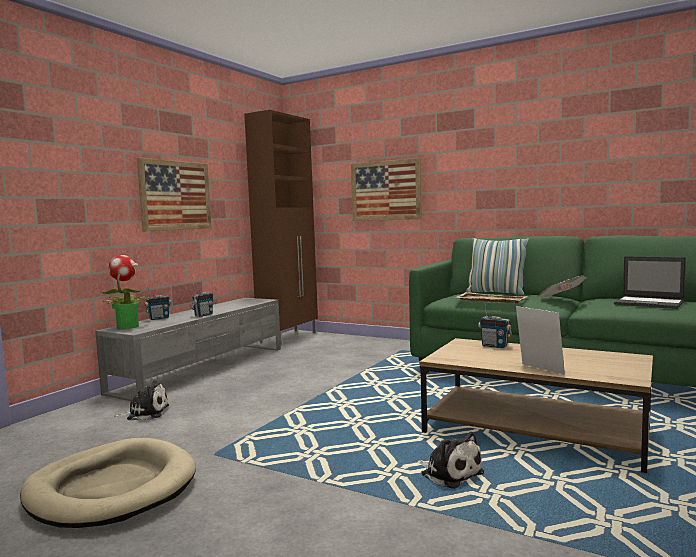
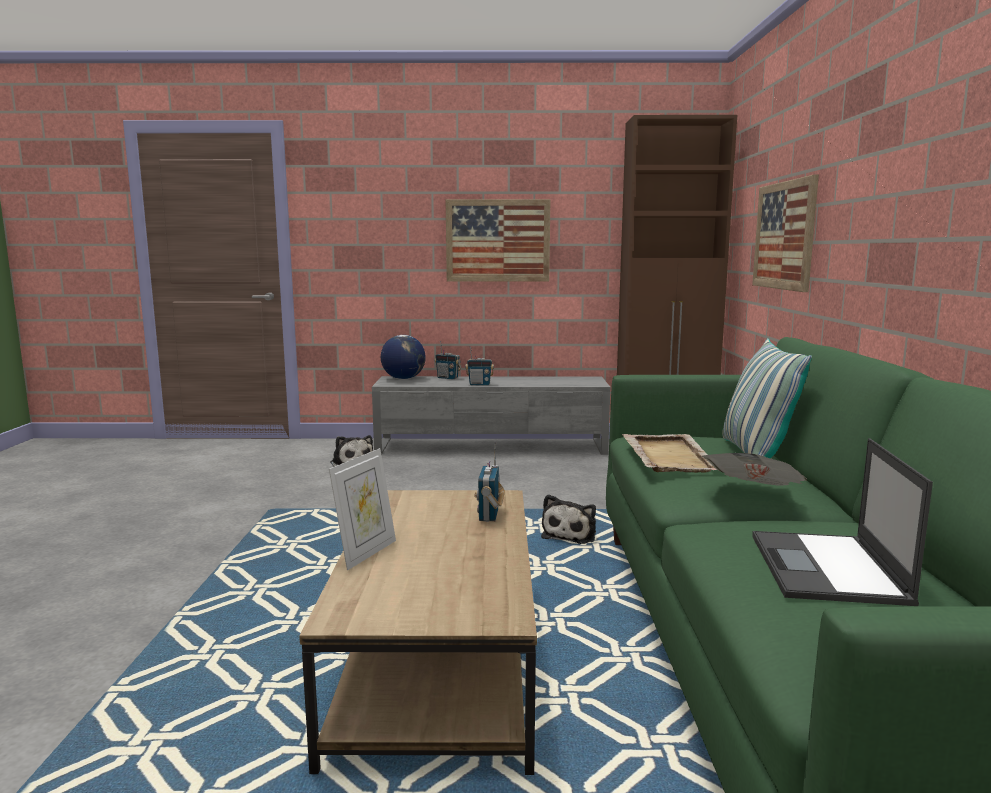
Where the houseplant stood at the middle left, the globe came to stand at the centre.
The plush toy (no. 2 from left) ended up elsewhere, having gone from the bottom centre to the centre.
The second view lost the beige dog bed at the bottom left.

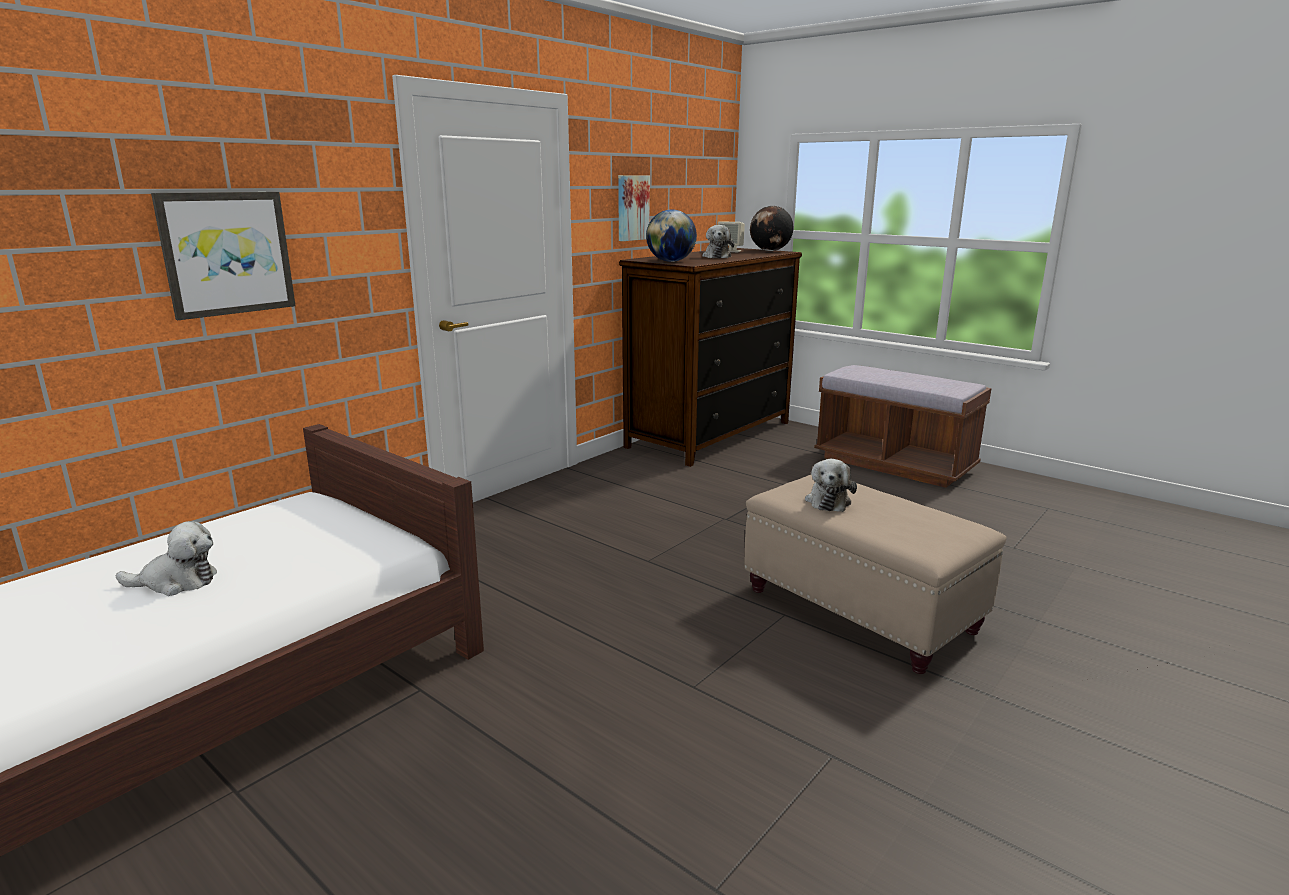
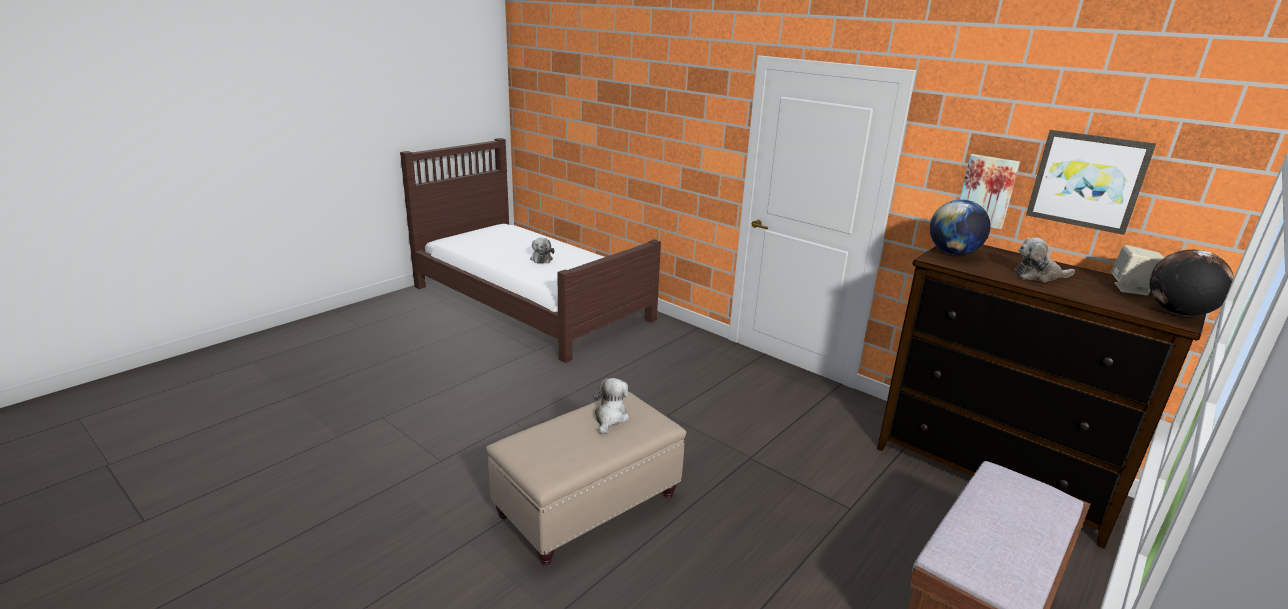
The wall art (no. 1 from left in the first image) ended up elsewhere, having gone from the top left to the top right.
The plush toy (no. 3 from left in the first image) at the centre ended up facing another way, 90 degrees clockwise from before.

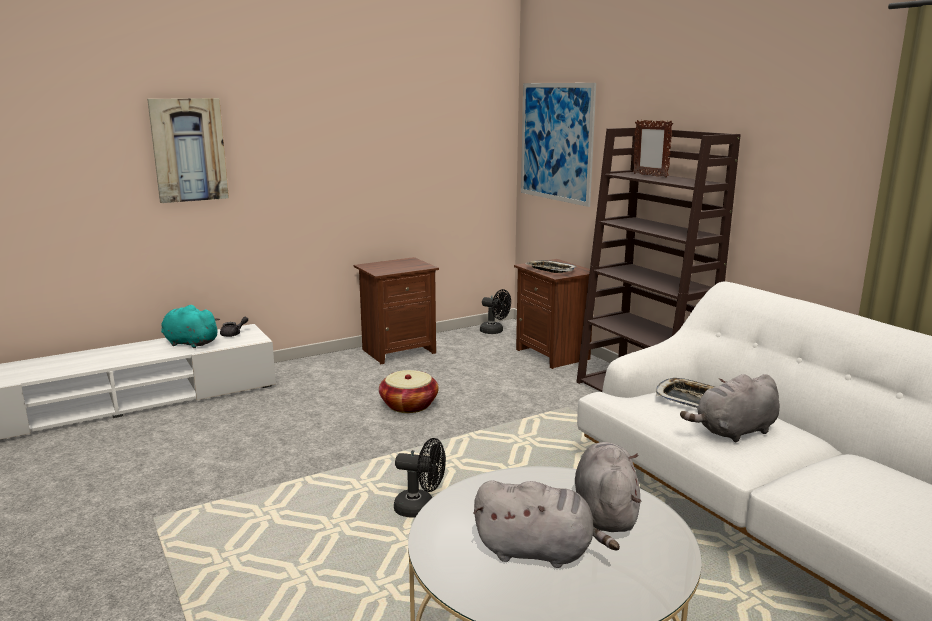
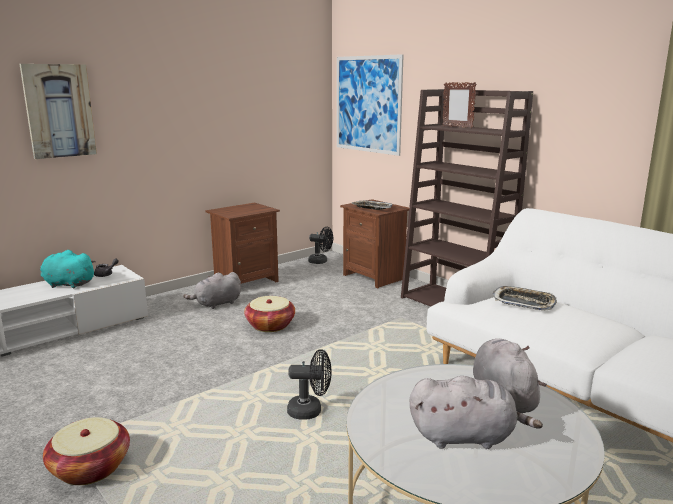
The grey plush toy (no. 3 from left in the first image) ended up elsewhere, having gone from the middle right to the middle left.
The second view gained the household basket (no. 1 from left) at the bottom left.

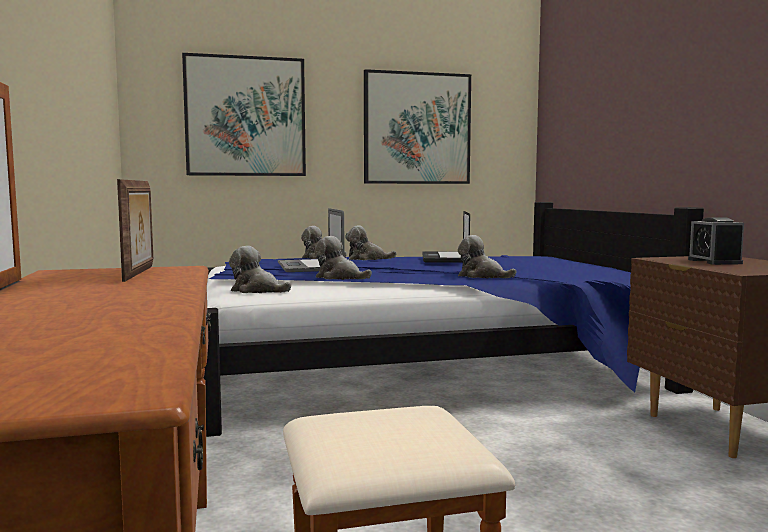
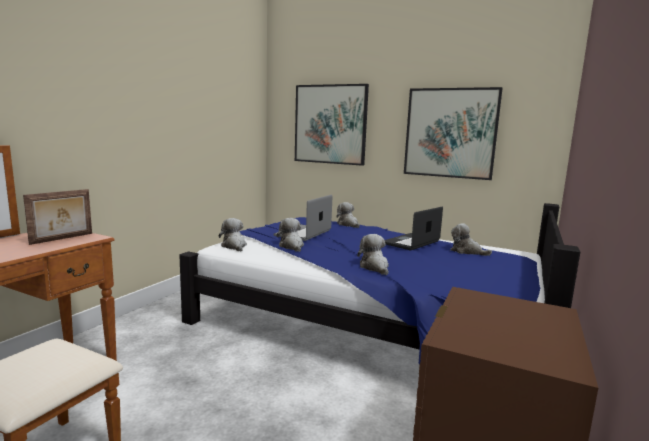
The second view lost the table clock at the middle right.
The plush toy (no. 4 from left in the first image) ended up elsewhere, having gone from the centre to the middle right.

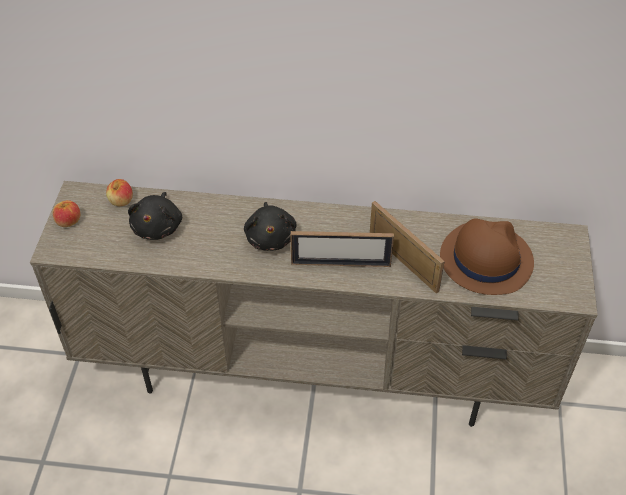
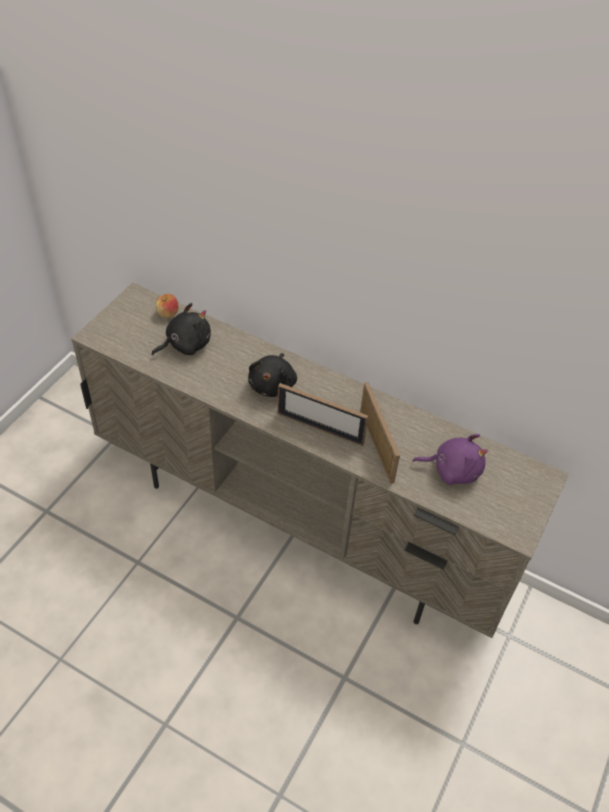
The black-coloured plush toy (no. 1 from left) at the middle left ended up facing another way, 150 degrees counterclockwise from before.
The second view lost the apple (no. 1 from left) at the middle left.
Where the brown clothing hat stood at the middle right, the purple plush toy came to stand at the middle right.

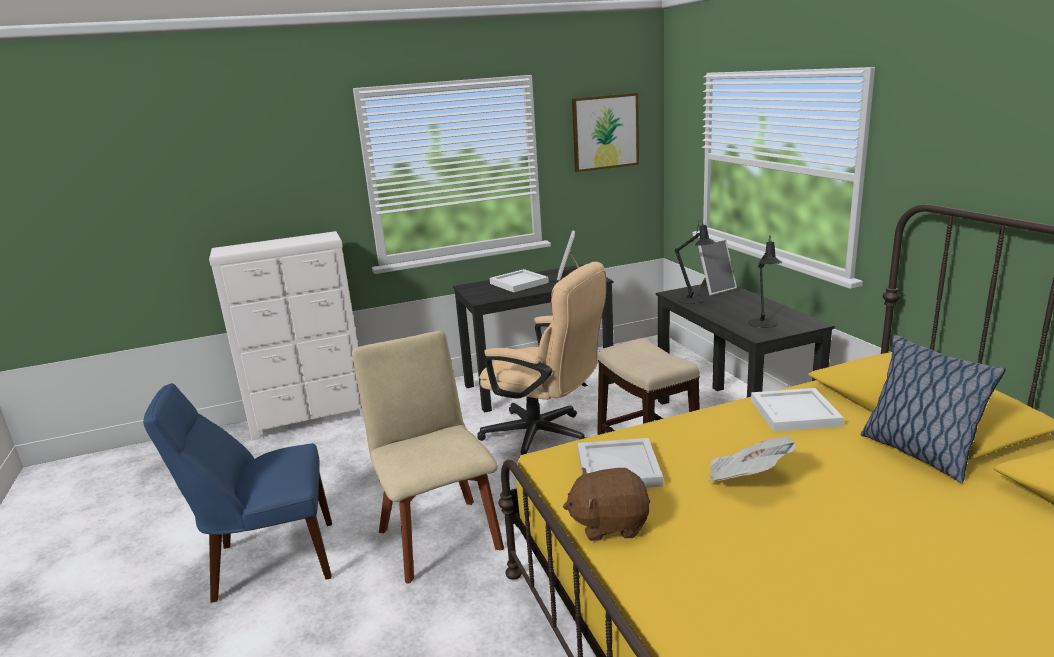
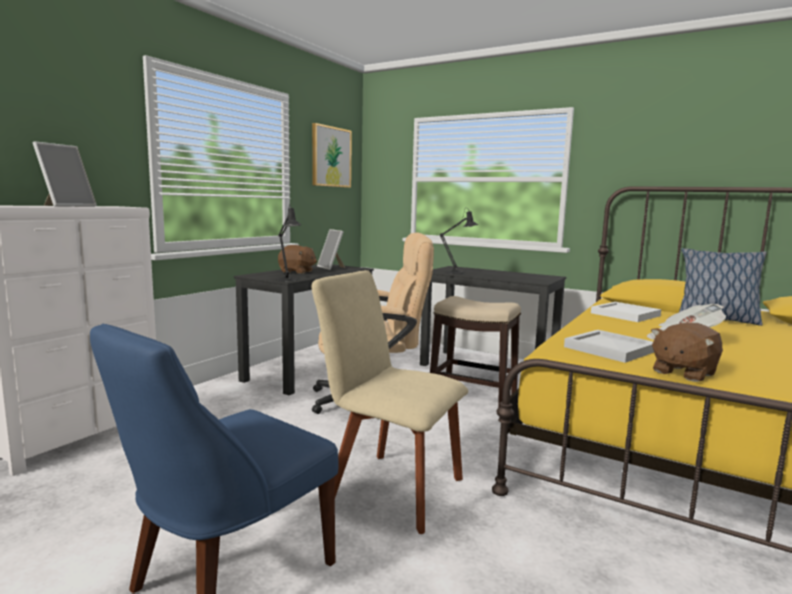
The black-coloured lamp for a table (no. 2 from left in the first image) ended up elsewhere, having gone from the middle right to the centre.
The picture frame (no. 2 from left in the first image) ended up elsewhere, having gone from the middle right to the top left.
Where the whitish carrying tray (no. 1 from left) stood at the centre, the brown plush toy (no. 1 from left) came to stand at the centre.

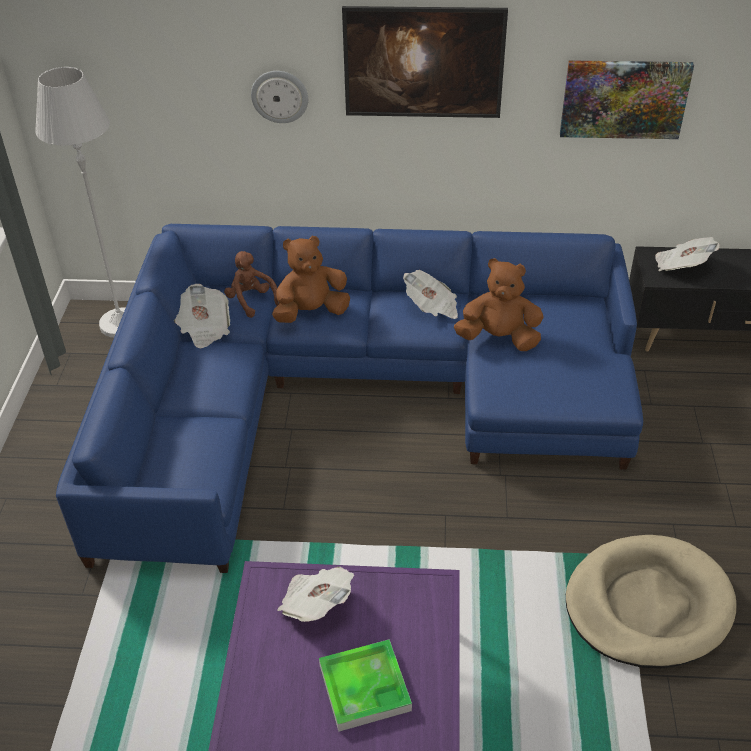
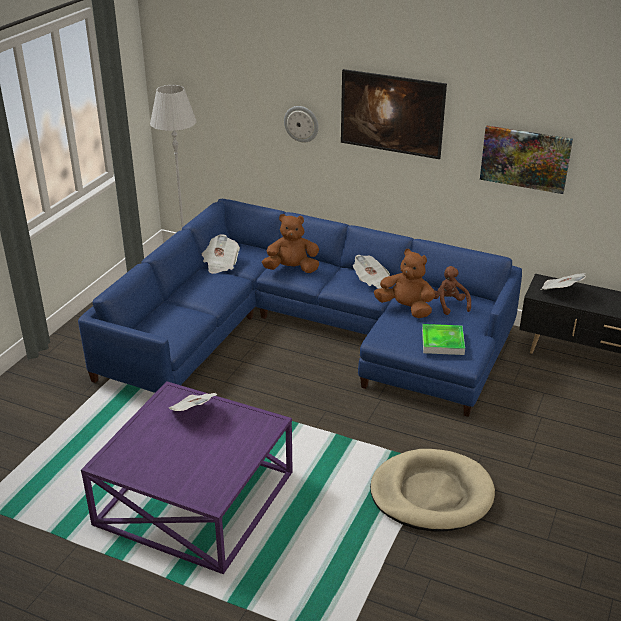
The brown plush toy (no. 1 from left in the first image) ended up elsewhere, having gone from the centre to the middle right.
The carrying tray ended up elsewhere, having gone from the bottom centre to the middle right.

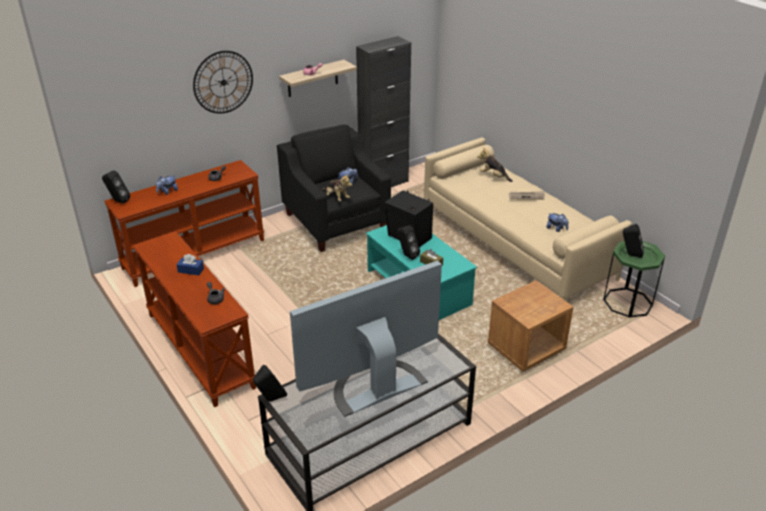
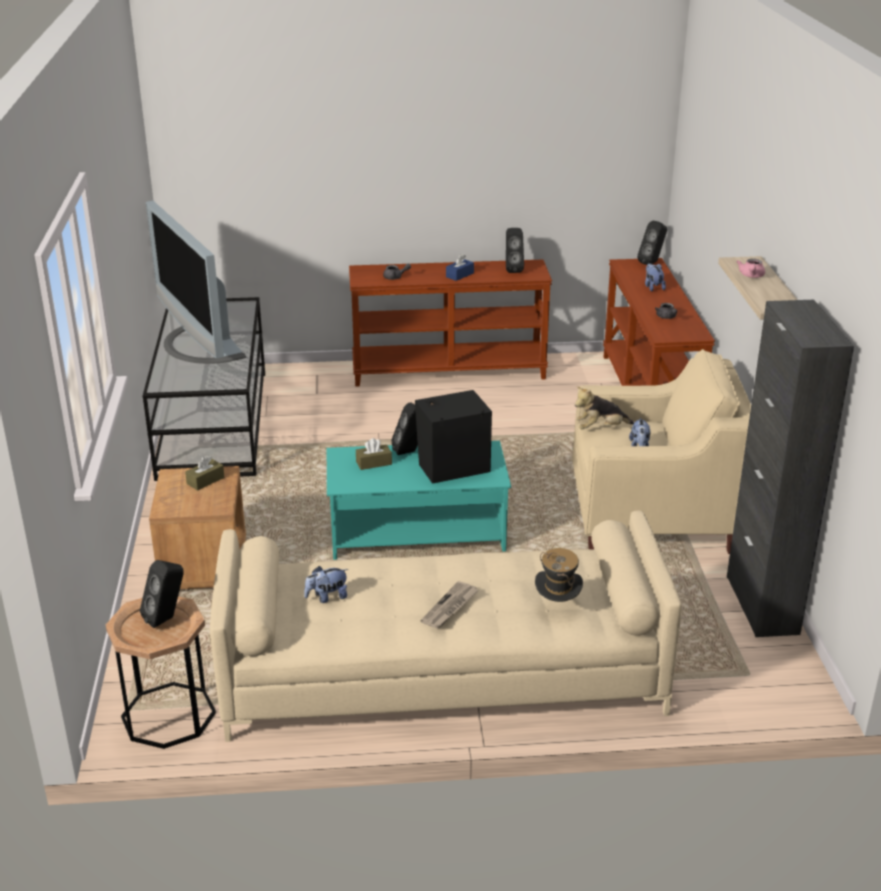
The second view lost the clock on the wall at the top left.
What was the black-coloured armchair at the centre turned into the beige armchair at the middle right.
Where the plush toy (no. 4 from left) stood at the top centre, the clothing hat came to stand at the centre.
What was the green end table at the middle right turned into the brown end table at the bottom left.
The television at the centre ended up facing another way, 150 degrees clockwise from before.
The black-coloured loudspeaker (no. 2 from left in the first image) ended up elsewhere, having gone from the bottom centre to the top centre.
The second view gained the brown tissue holder (no. 1 from left) at the middle left.

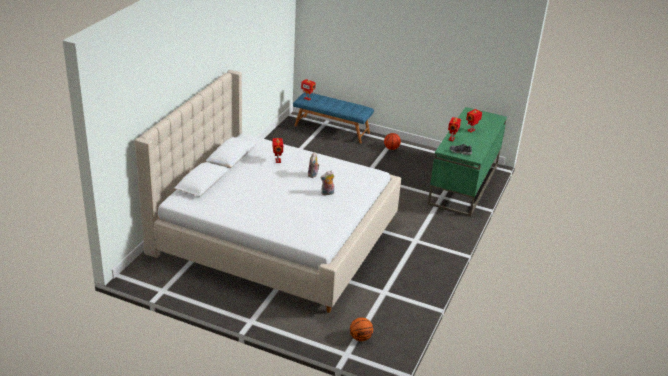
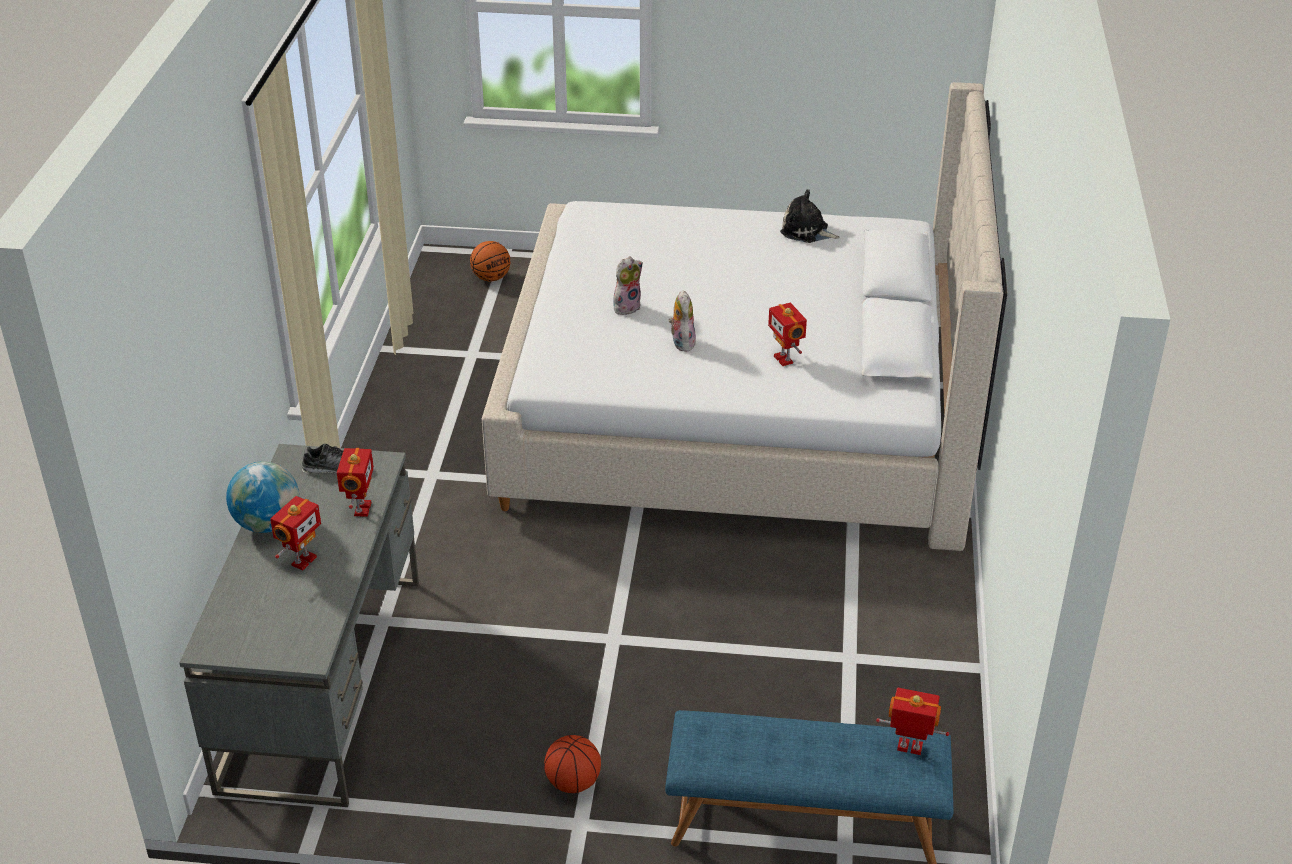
What was the green desk table at the middle right turned into the grey desk table at the bottom left.
The second view gained the plush toy (no. 3 from left) at the top centre.
The second view gained the globe at the middle left.

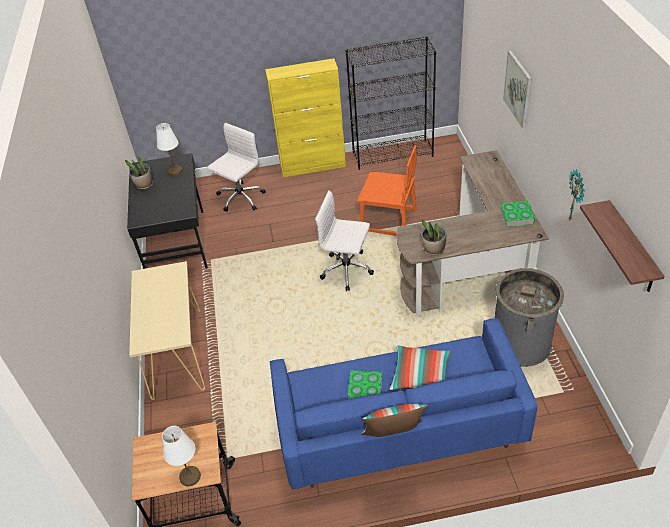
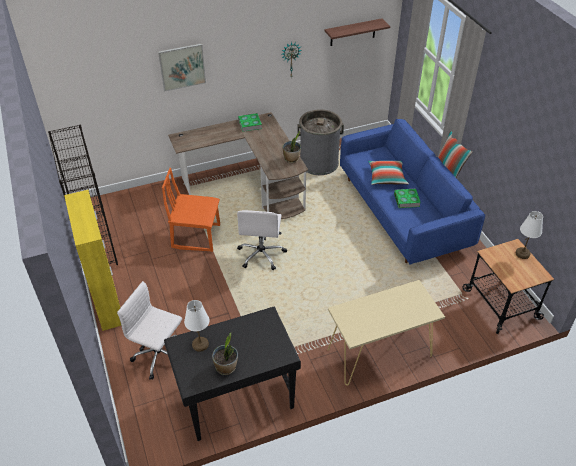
The orangey plain chair at the centre ended up facing another way, 90 degrees counterclockwise from before.

